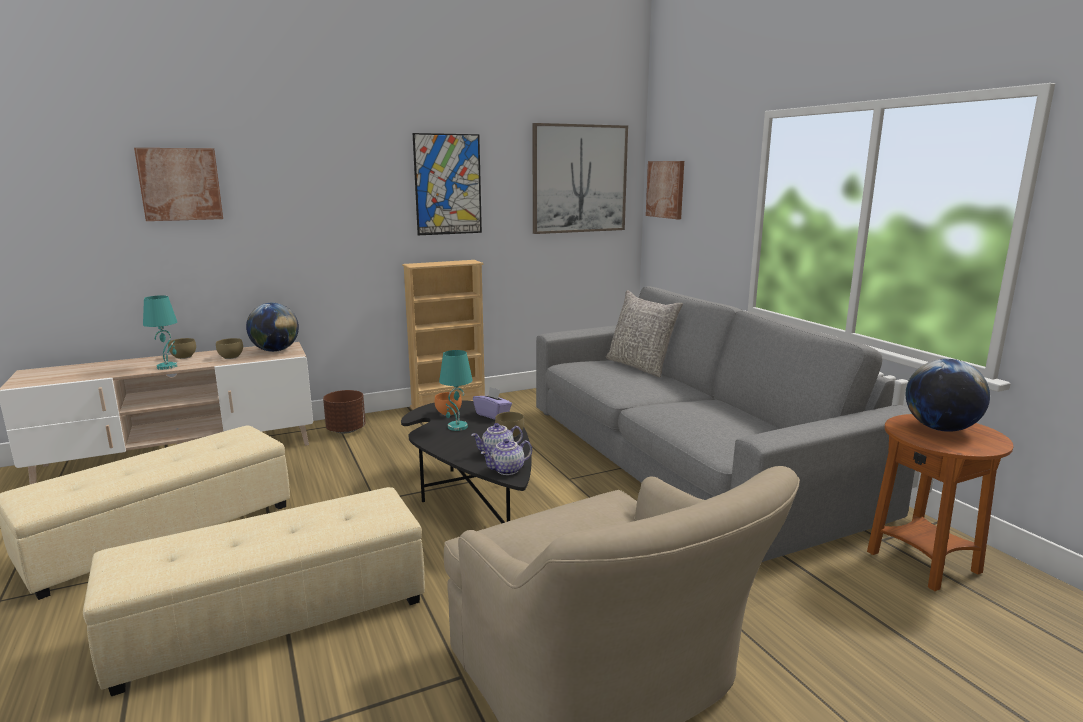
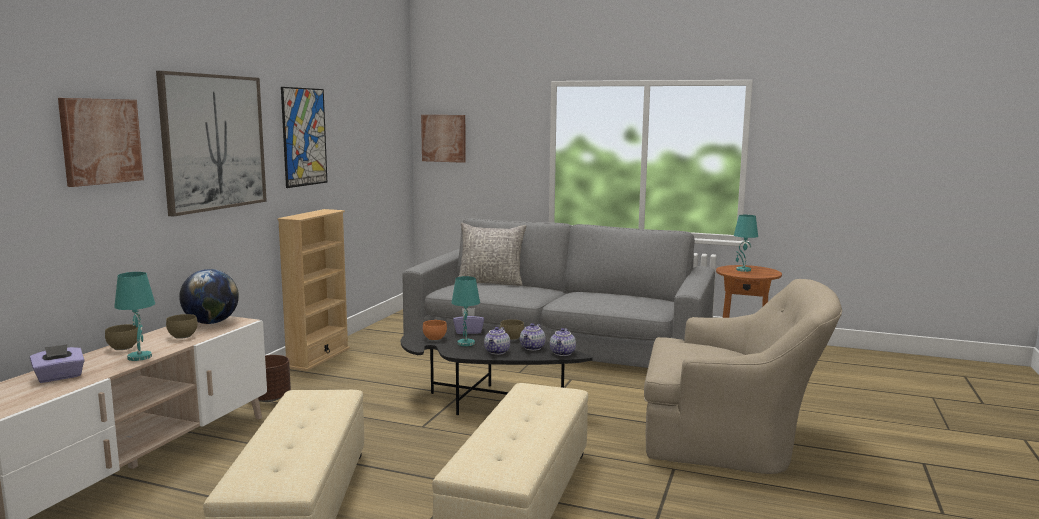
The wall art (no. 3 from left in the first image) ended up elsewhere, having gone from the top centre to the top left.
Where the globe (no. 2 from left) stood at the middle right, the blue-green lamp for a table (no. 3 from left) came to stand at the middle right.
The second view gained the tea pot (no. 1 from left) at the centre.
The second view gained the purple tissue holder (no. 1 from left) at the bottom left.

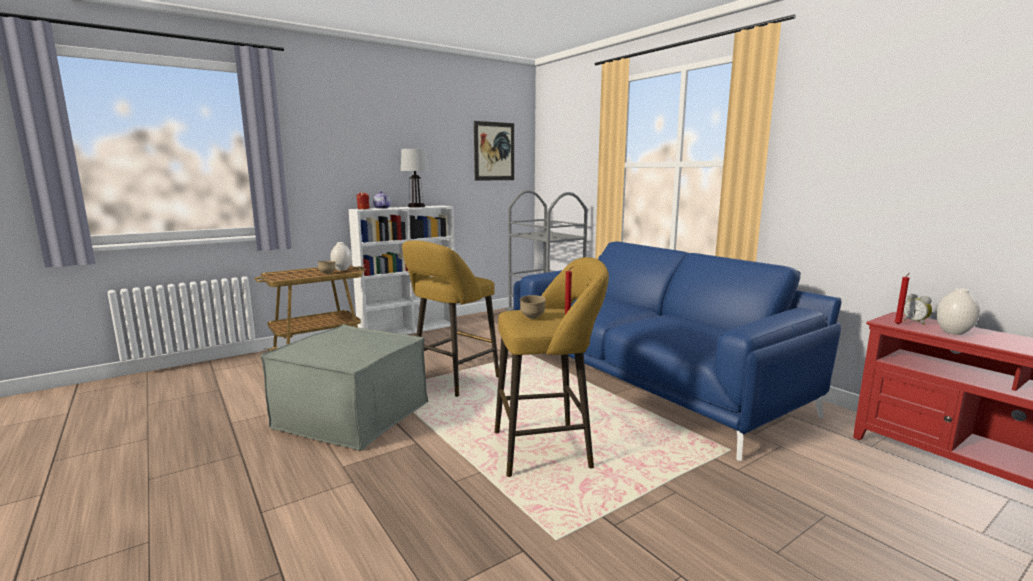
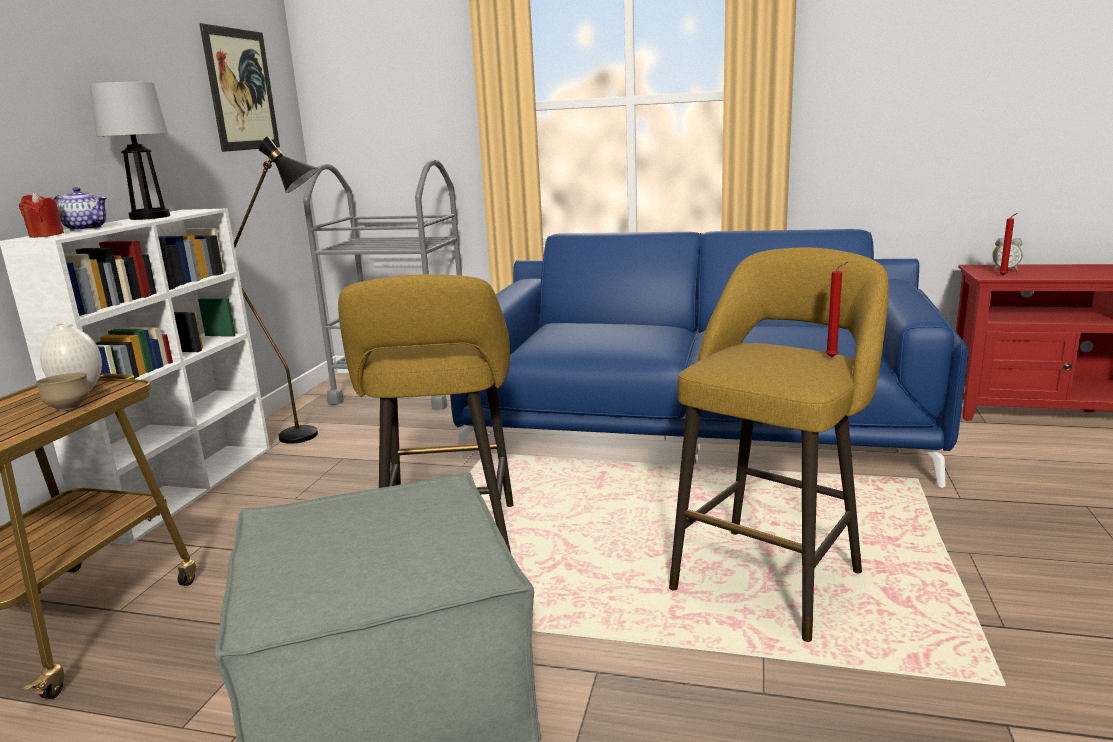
The second view lost the whitish vase (no. 2 from left) at the middle right.
The second view lost the brown bowl (no. 2 from left) at the centre.
The second view gained the black-coloured standard lamp at the middle left.

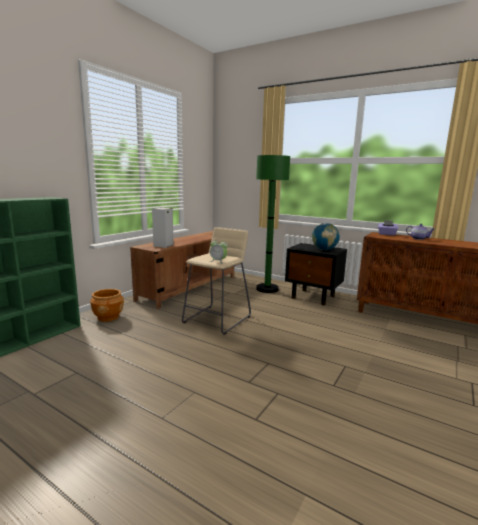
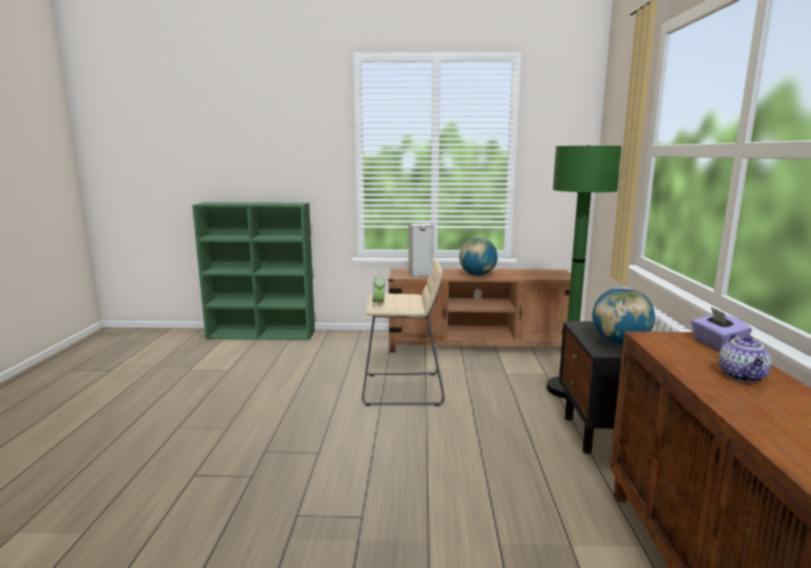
The second view lost the brown plant pot at the middle left.
The second view gained the globe (no. 1 from left) at the centre.

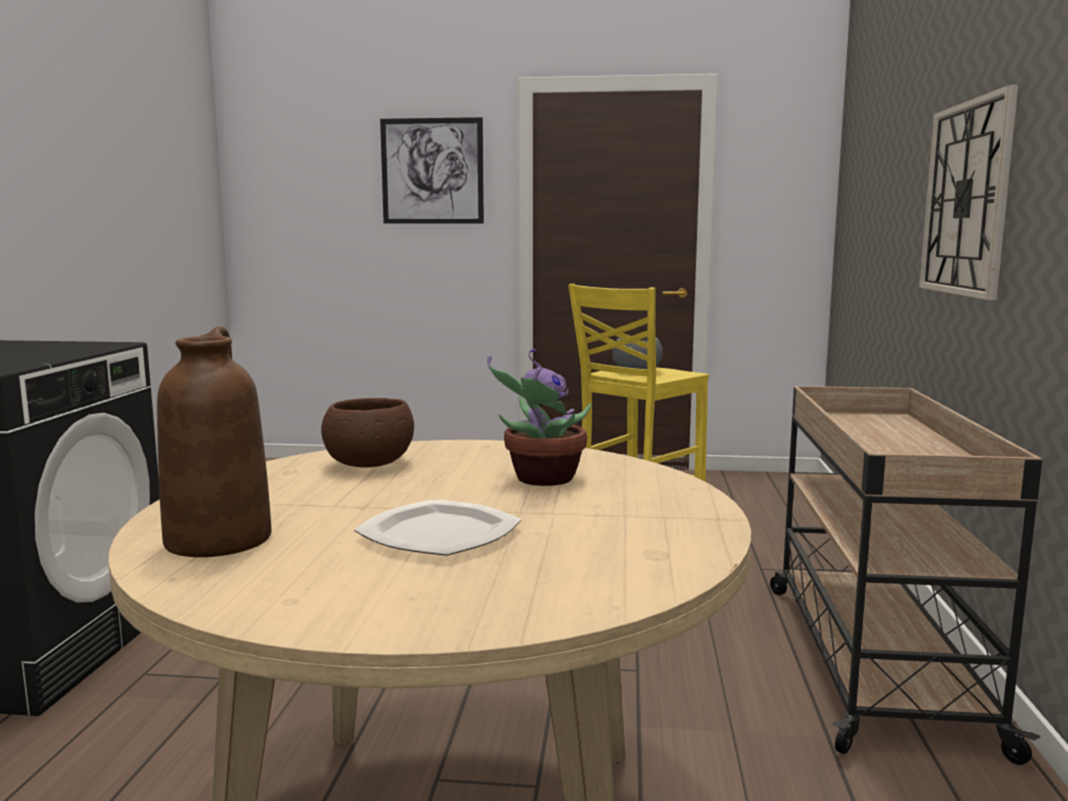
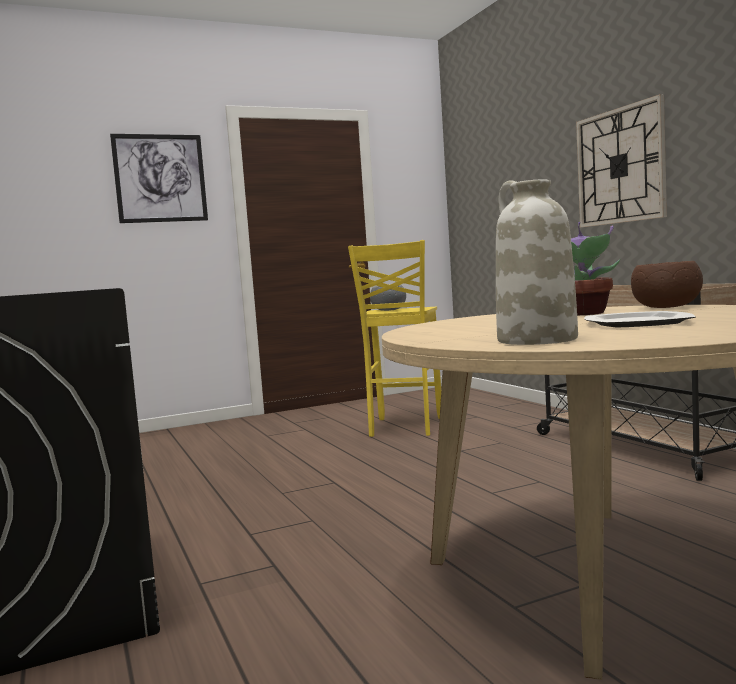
What was the brown vase at the middle left turned into the whitish vase at the middle right.
The brown bowl ended up elsewhere, having gone from the centre to the middle right.

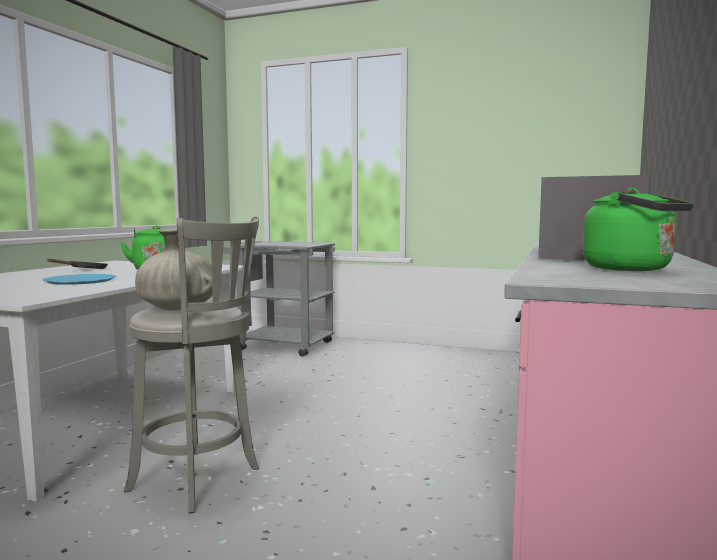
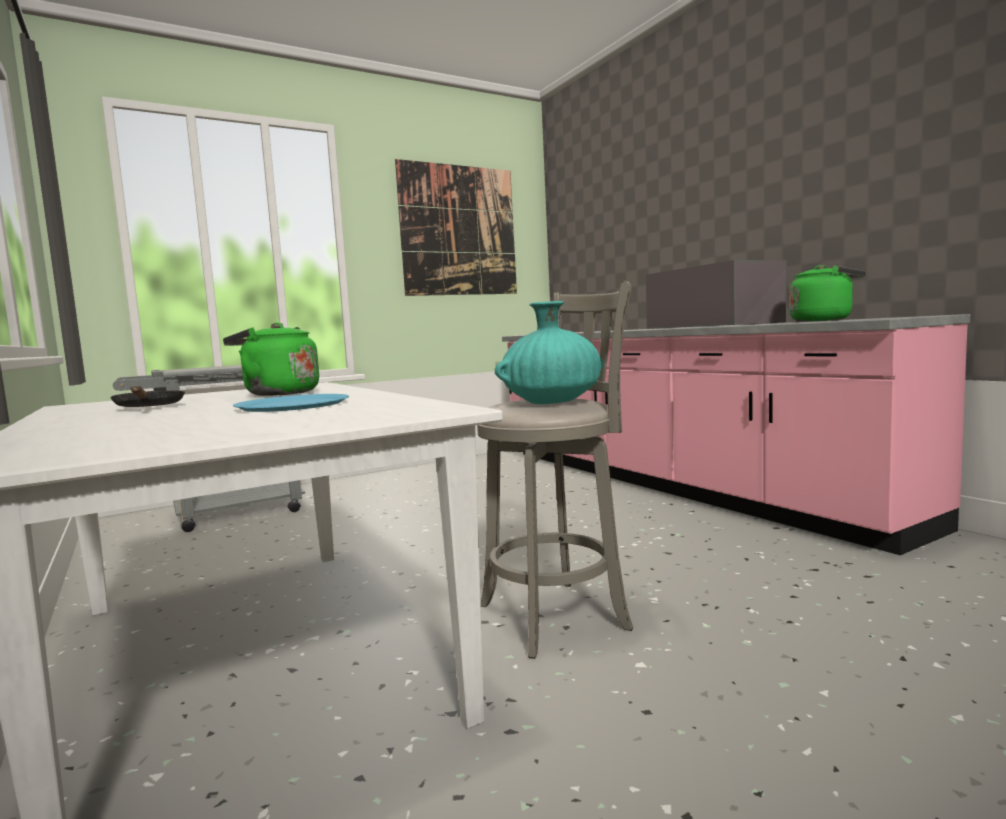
What was the beige vase at the middle left turned into the blue-green vase at the centre.
The second view gained the wall art at the top centre.

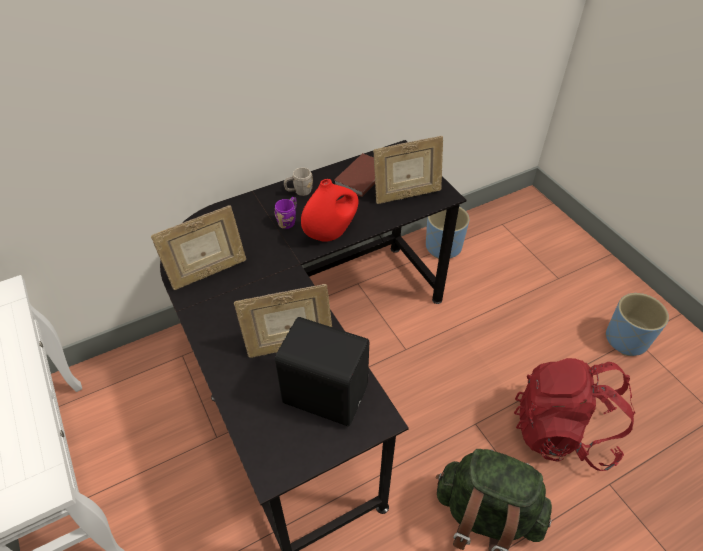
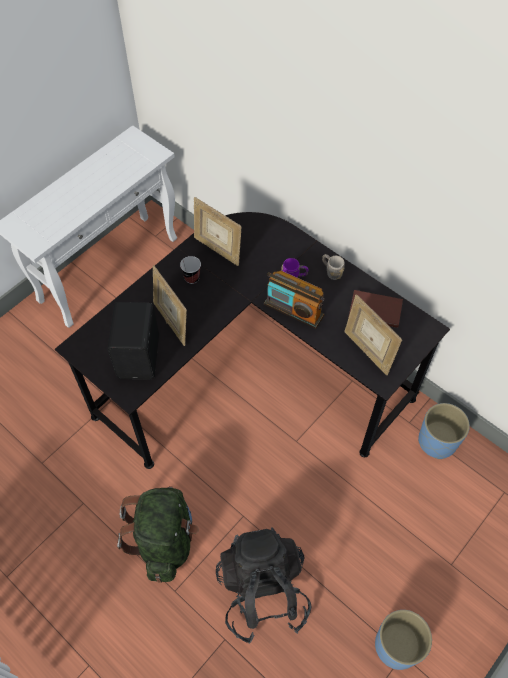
Where the red-coloured vase stood at the centre, the radio receiver came to stand at the centre.
What was the red-coloured backpack at the bottom right turned into the black-coloured backpack at the bottom centre.
The second view gained the cup at the centre.

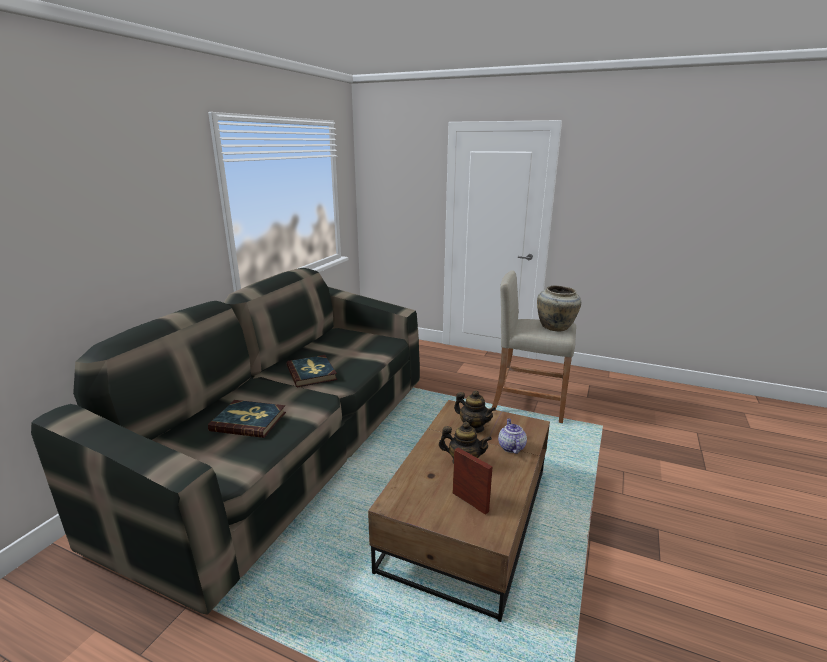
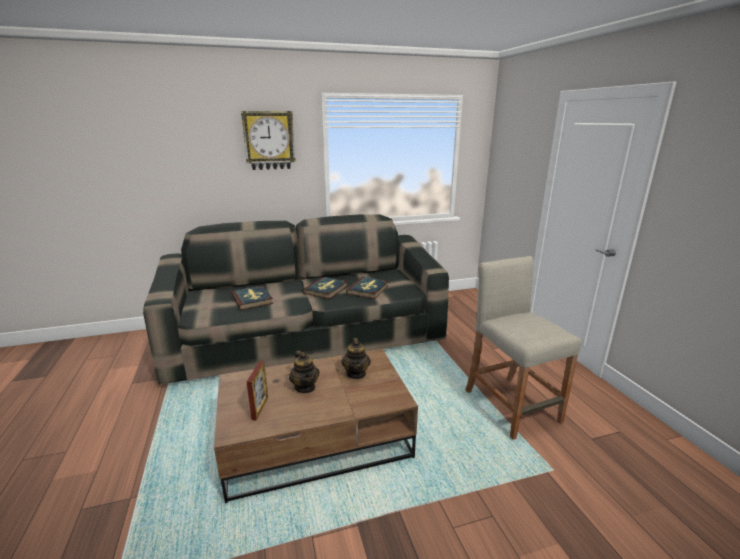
The second view lost the beige vase at the middle right.
The second view lost the tea pot (no. 3 from left) at the centre.
The second view gained the clock on the wall at the top centre.
The second view gained the volume (no. 3 from left) at the centre.

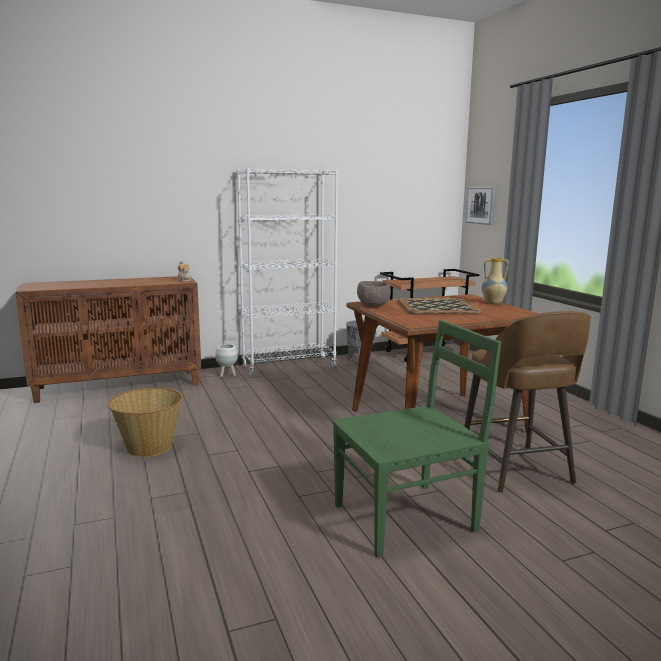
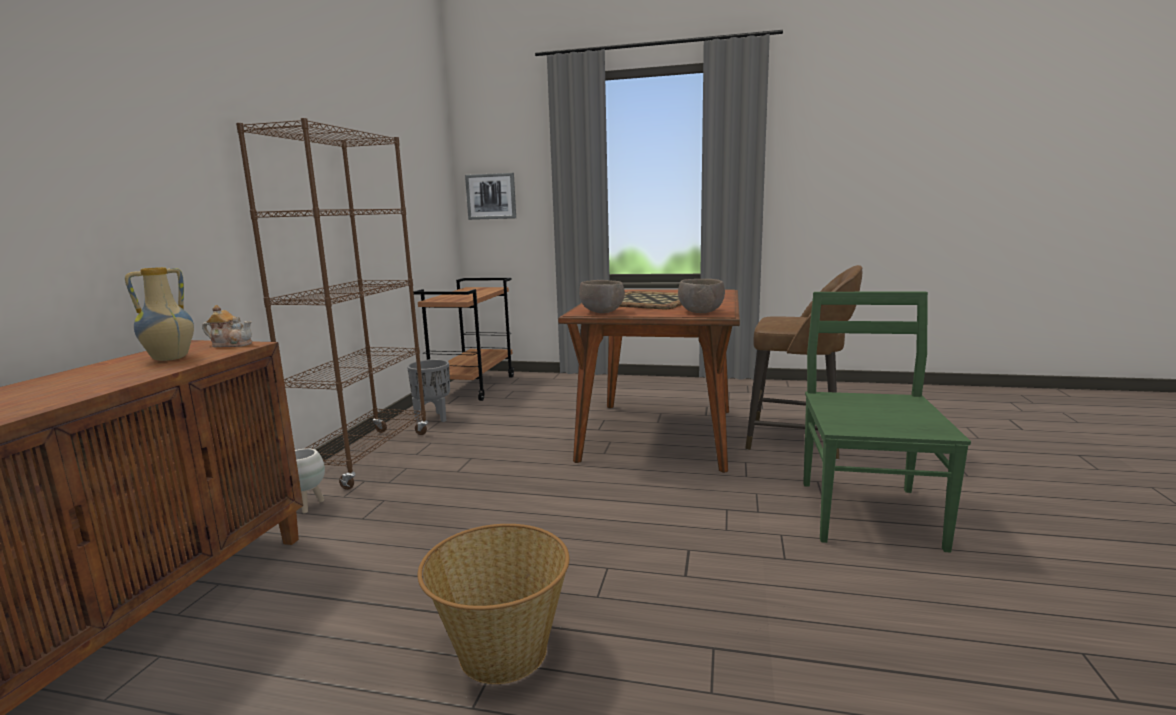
What was the whitish bookcase at the centre turned into the brown bookcase at the middle left.
The vase ended up elsewhere, having gone from the middle right to the middle left.
The second view gained the brown bowl (no. 2 from left) at the centre.

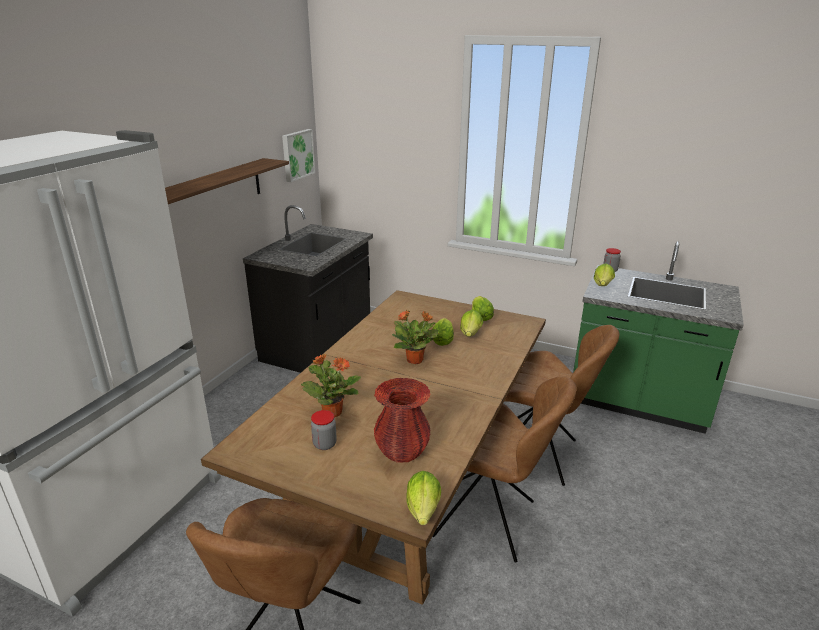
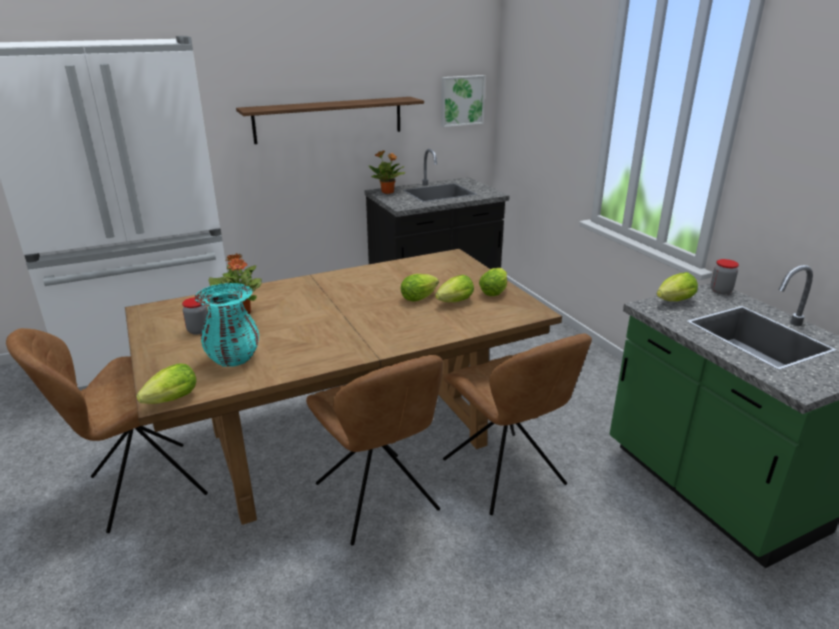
The houseplant (no. 2 from left) ended up elsewhere, having gone from the centre to the top centre.
What was the red-coloured vase at the bottom centre turned into the blue-green vase at the middle left.

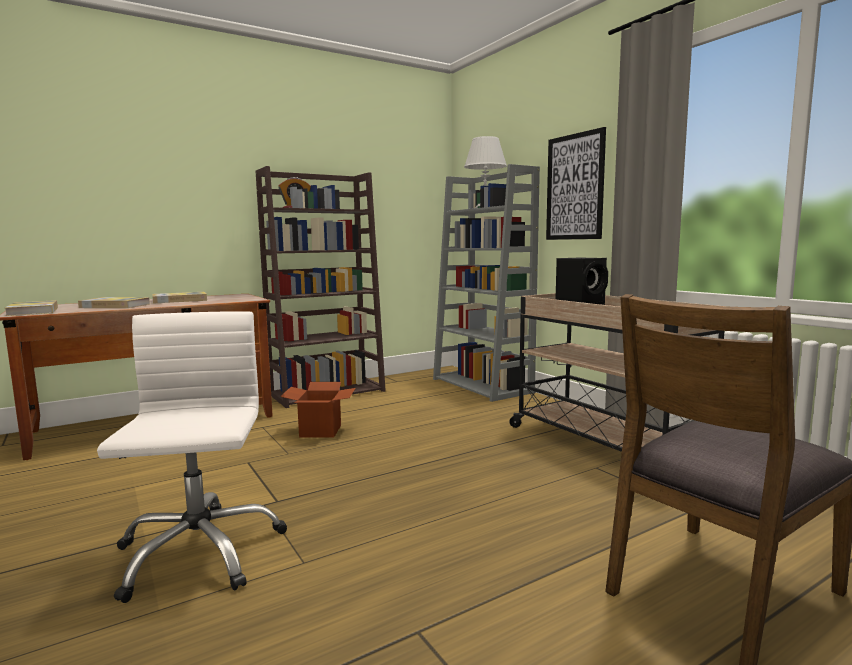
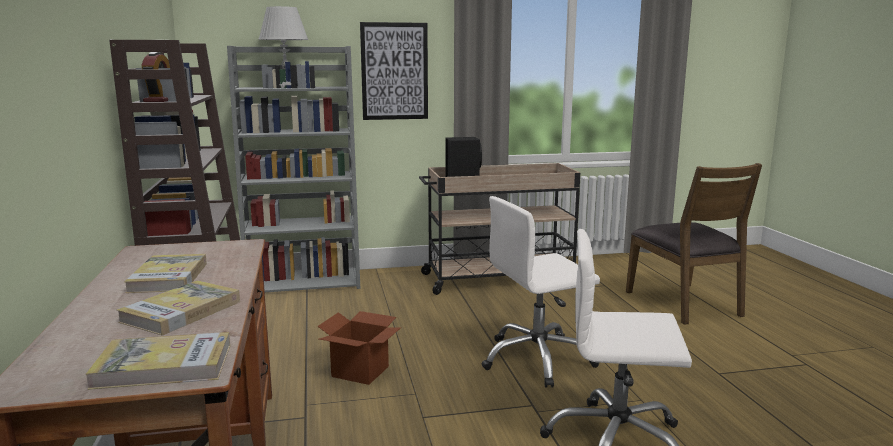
The second view gained the whitish office chair (no. 1 from left) at the centre.

